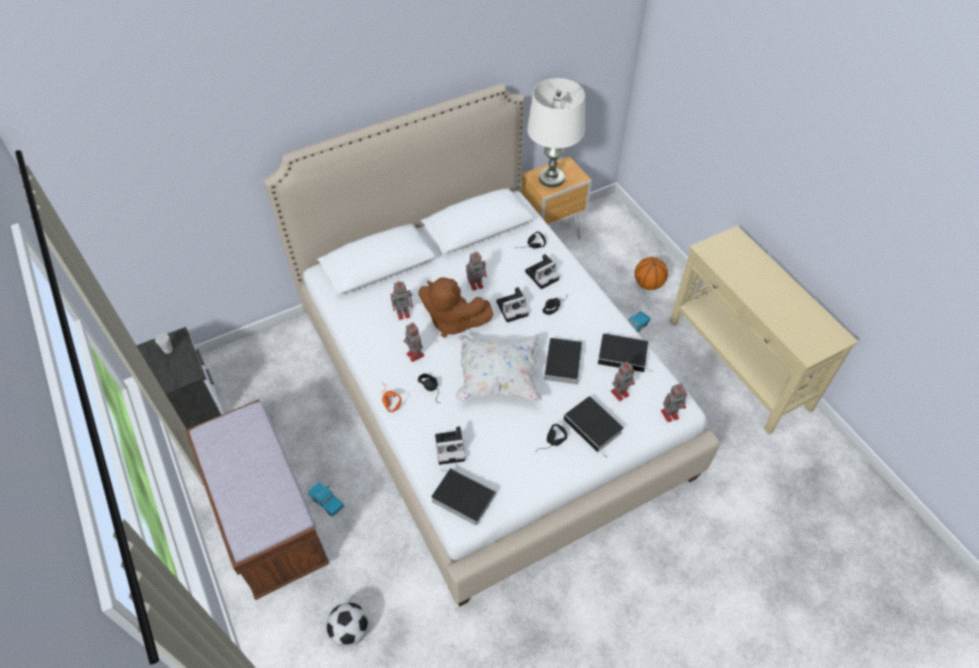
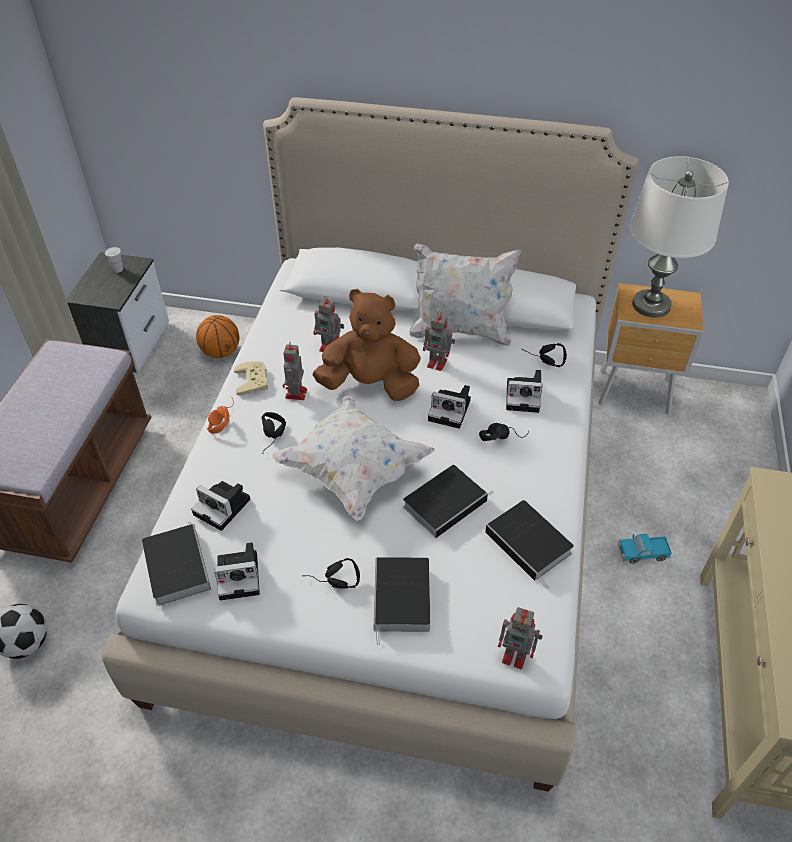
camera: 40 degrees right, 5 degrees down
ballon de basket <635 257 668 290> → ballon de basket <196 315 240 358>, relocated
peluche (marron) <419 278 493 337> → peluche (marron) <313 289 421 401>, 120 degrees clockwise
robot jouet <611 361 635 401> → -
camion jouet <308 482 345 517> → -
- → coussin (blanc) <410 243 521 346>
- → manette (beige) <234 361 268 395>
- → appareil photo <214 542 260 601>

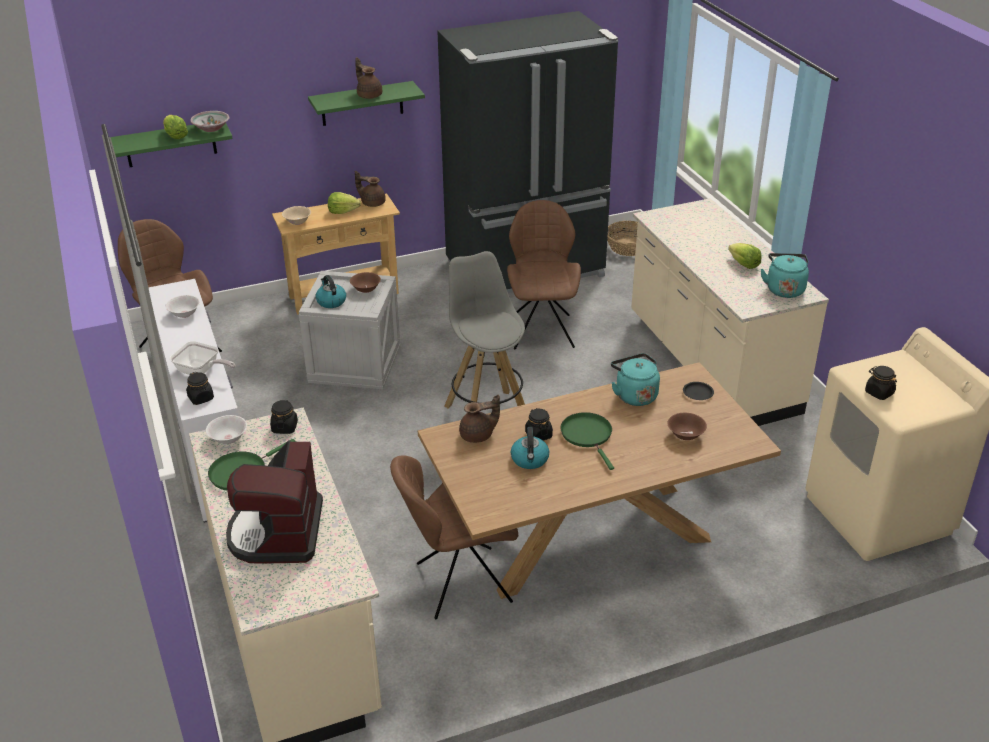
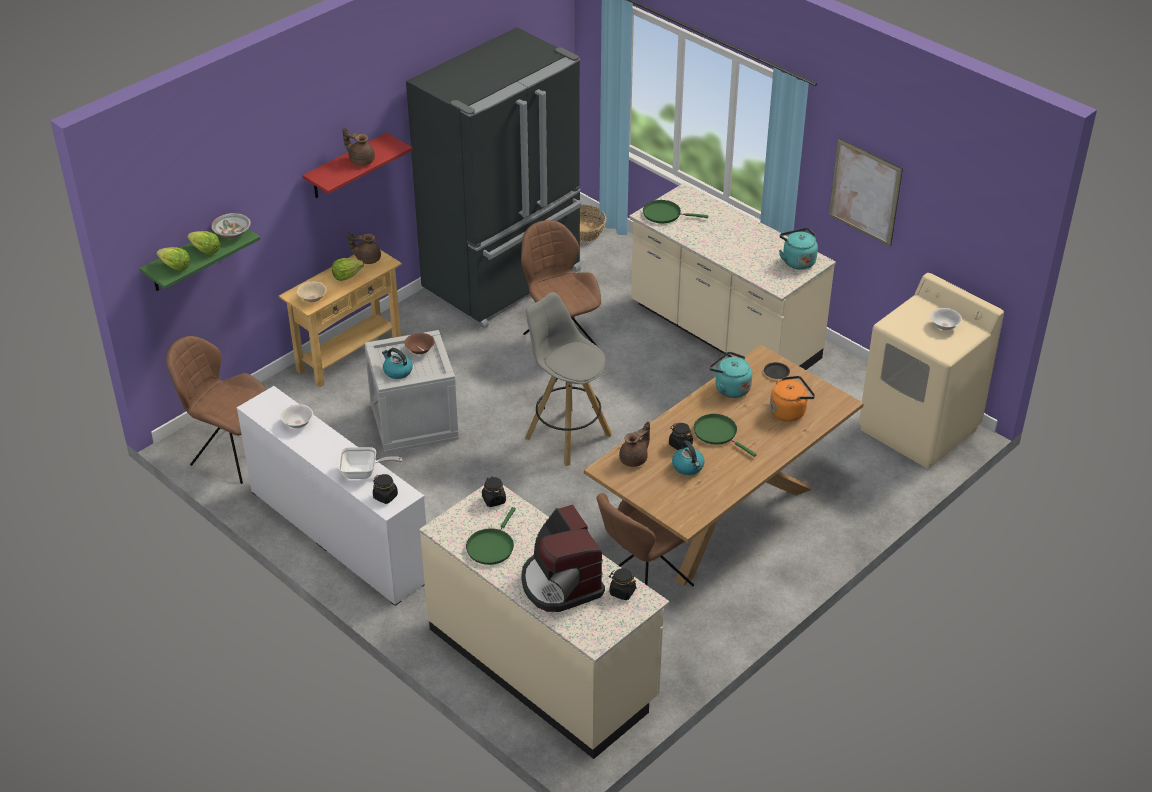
camera: 25 degrees left, 5 degrees up
étagère (vert) <308 81 425 126> → étagère (rouge) <302 133 413 198>
laitue <728 243 762 269> → laitue <156 247 191 271>, relocated
bocal (noir) <865 366 897 400> → bocal (noir) <609 568 636 600>, relocated
bol (marron) <668 413 707 440> → bouilloire (orange) <770 376 815 422>
bol (blanc) <206 415 247 444> → bol (blanc) <930 308 962 330>, relocated
- → tableau <829 138 903 246>
- → poêle (vert) <643 200 708 223>

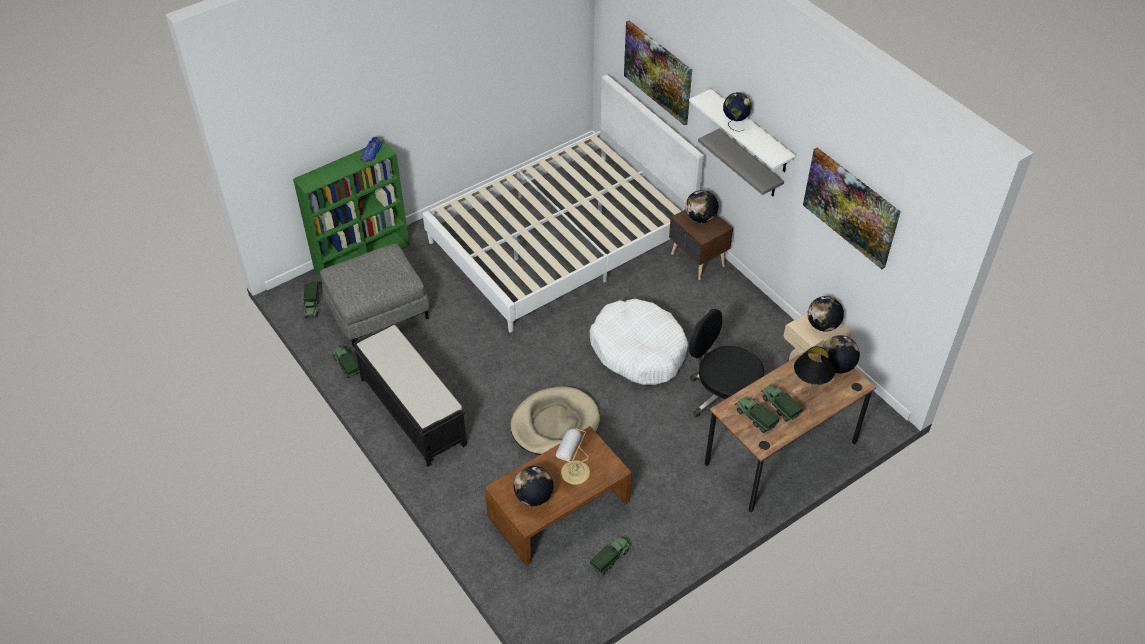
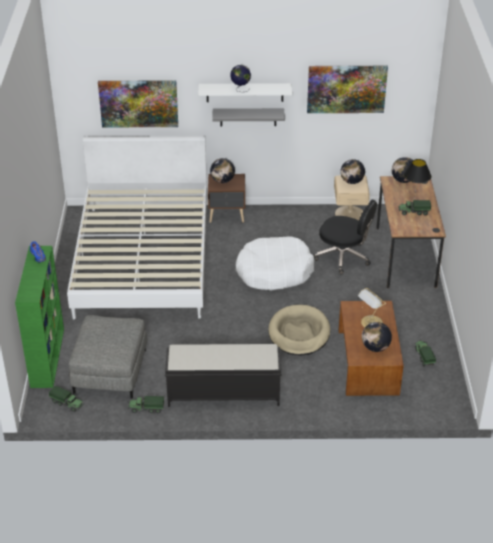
camera: 55 degrees left, 10 degrees down
chaise de bureau (noir) <689 309 764 417> → chaise de bureau (noir) <314 200 377 274>, 135 degrees counterclockwise
camion jouet <735 397 779 433> → -

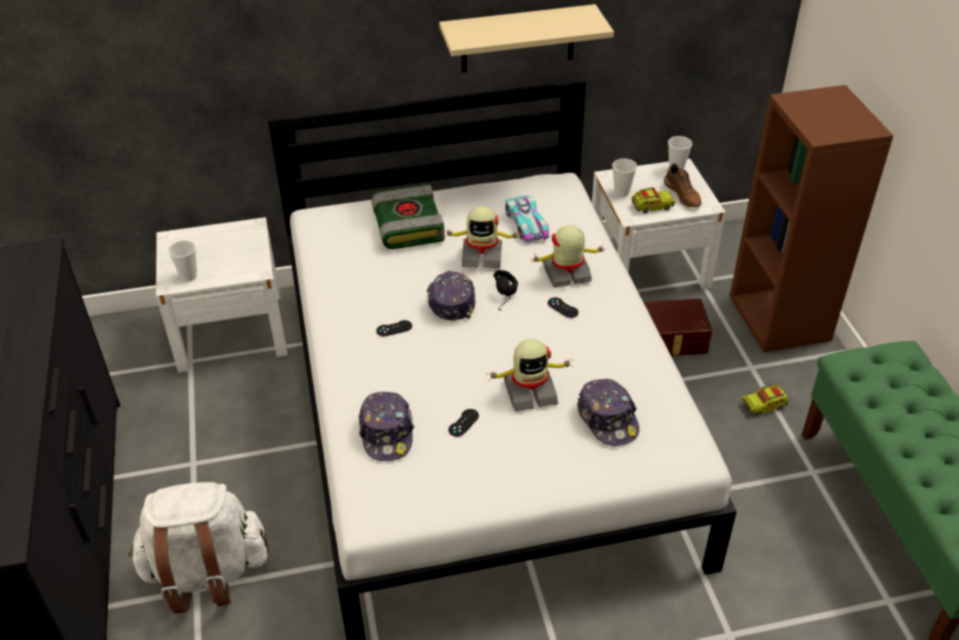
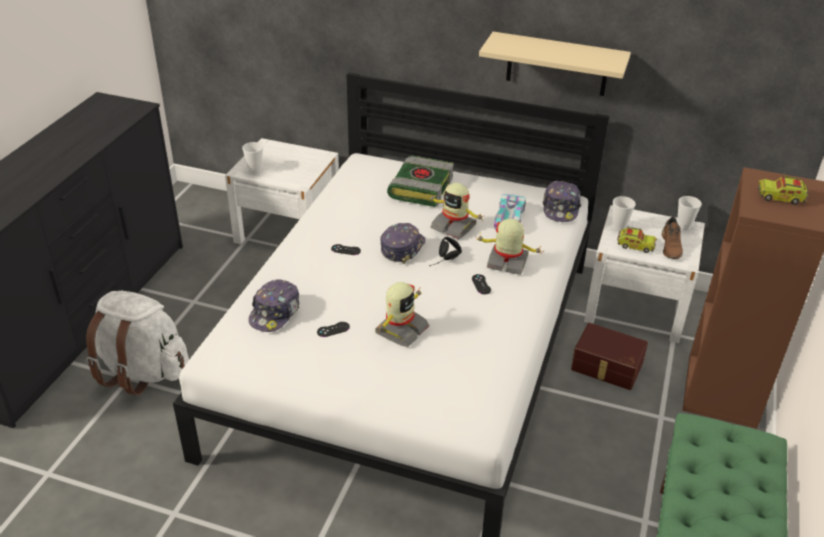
camera: 30 degrees right, 5 degrees down
robot jouet <489 339 573 411> → robot jouet <375 282 429 347>, 75 degrees counterclockwise
casquette <577 379 639 446> → casquette <543 181 581 222>, relocated
camion jouet <742 385 789 416> → camion jouet <758 175 809 205>, relocated

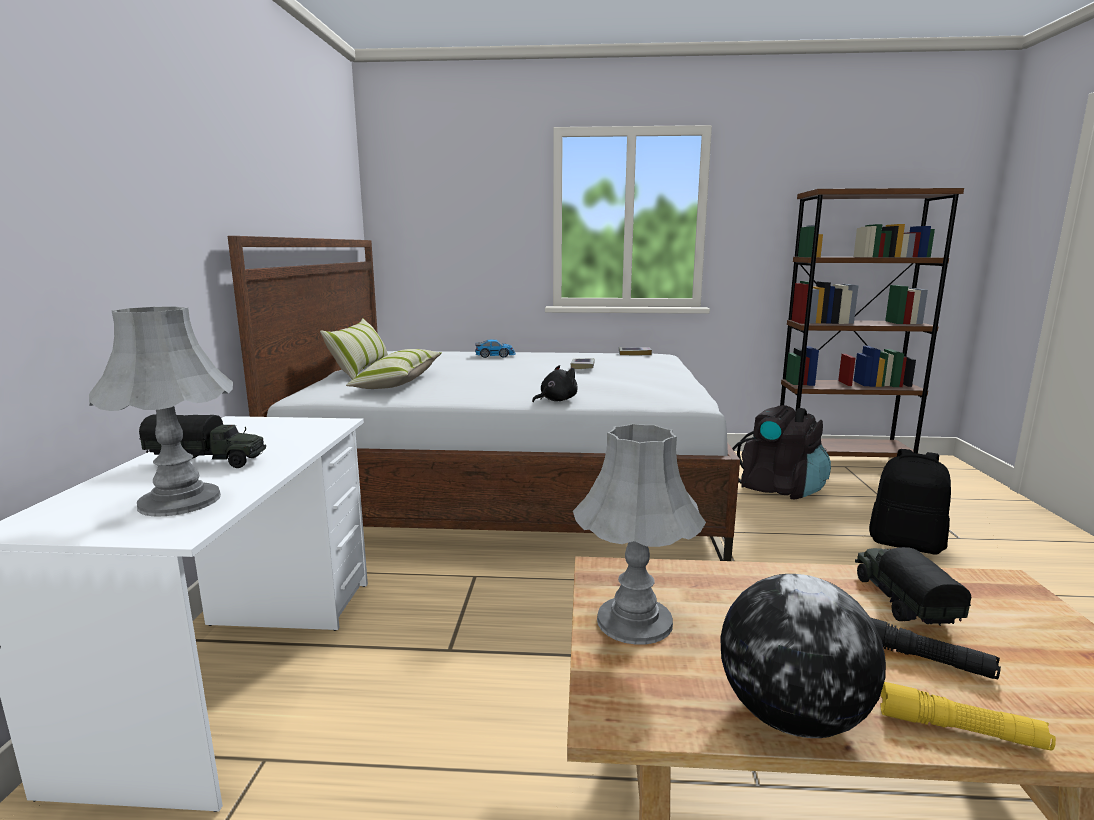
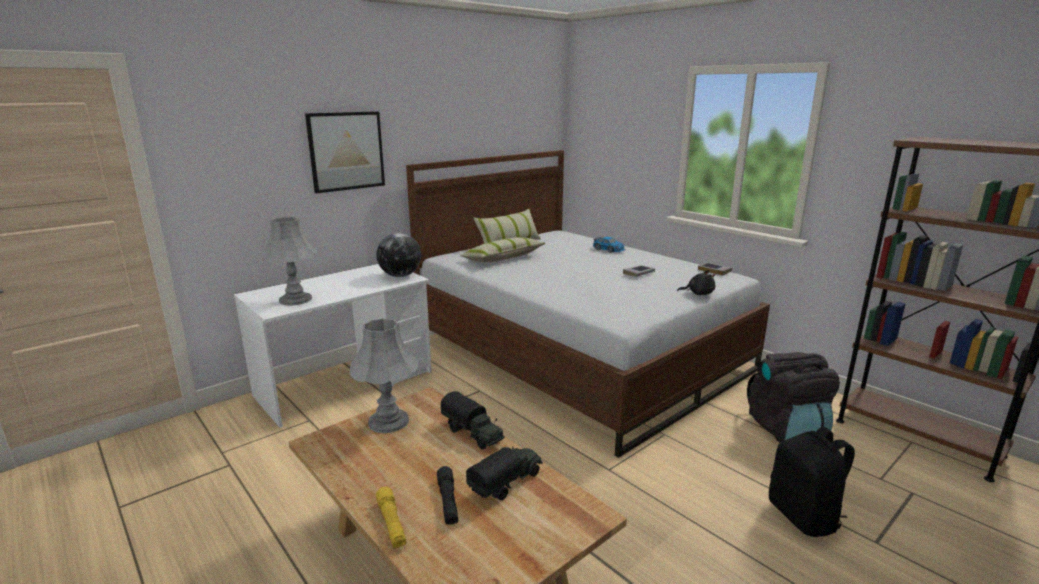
camera: 45 degrees right, 5 degrees up
peluche (noir) <532 365 578 402> → peluche (noir) <677 270 716 295>, relocated
camion jouet <139 414 266 468> → camion jouet <441 391 505 450>, relocated
globe <720 574 886 738> → globe <377 233 421 277>, relocated
- → tableau <305 111 385 193>

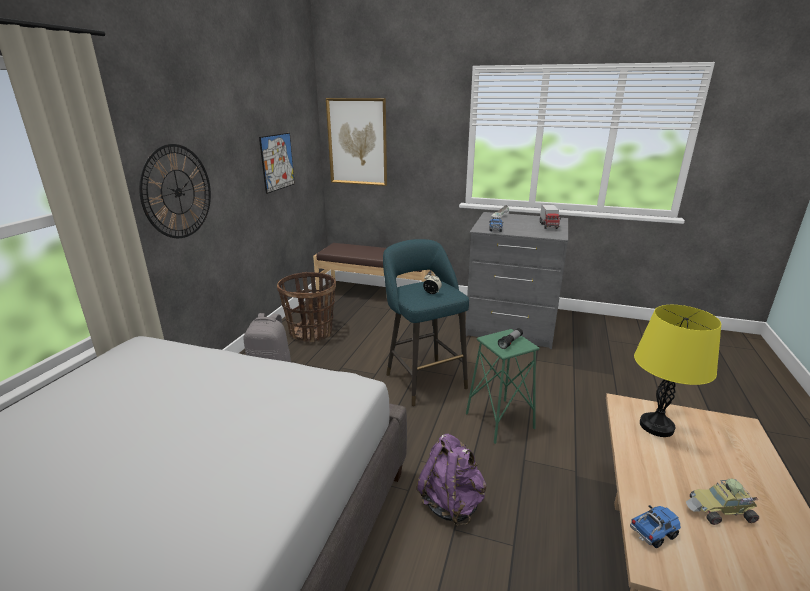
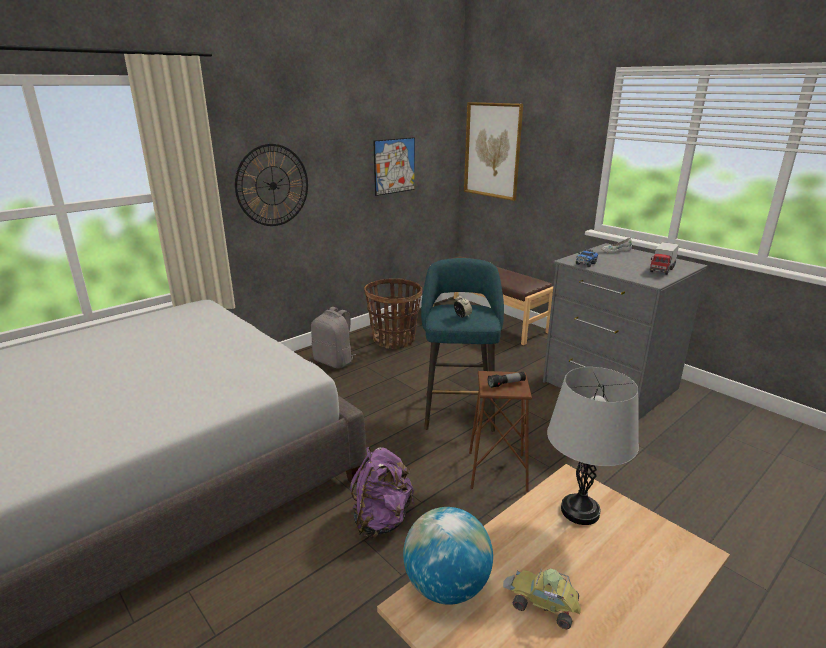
camera: 30 degrees right, 0 degrees up
lampe de table (jaune) <634 305 721 437> → lampe de table (gris) <547 367 639 525>
tabouret (vert) <466 329 539 444> → tabouret (marron) <469 371 532 492>
camion jouet <630 505 681 548> → globe <403 507 493 605>

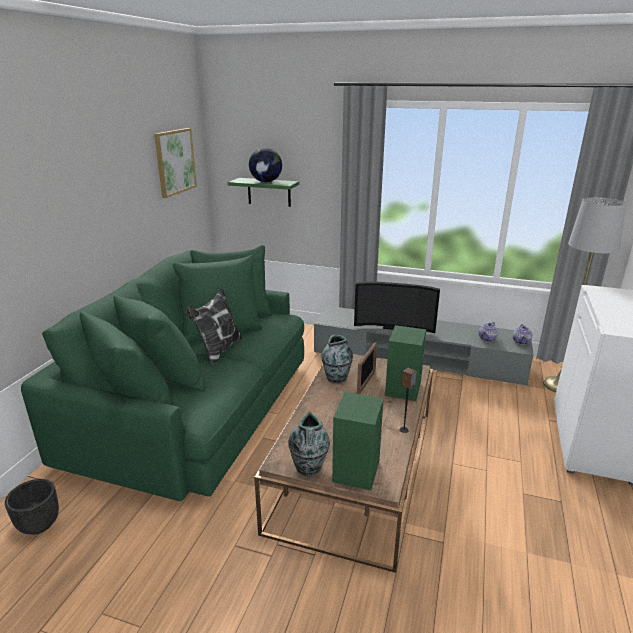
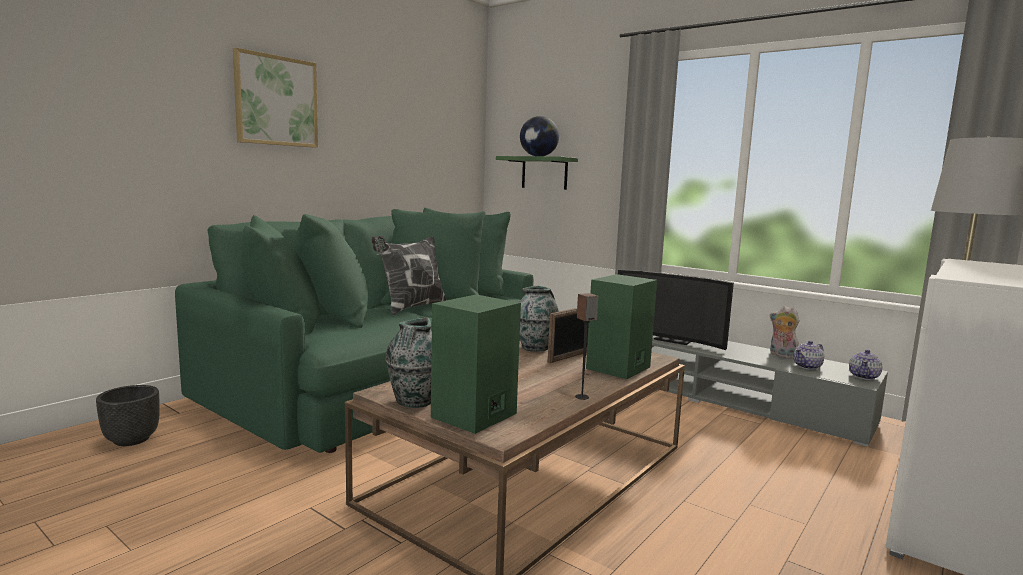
camera: 20 degrees right, 15 degrees down
tableau <154 128 197 198> → tableau <233 48 318 148>, relocated
- → peluche <770 306 800 359>

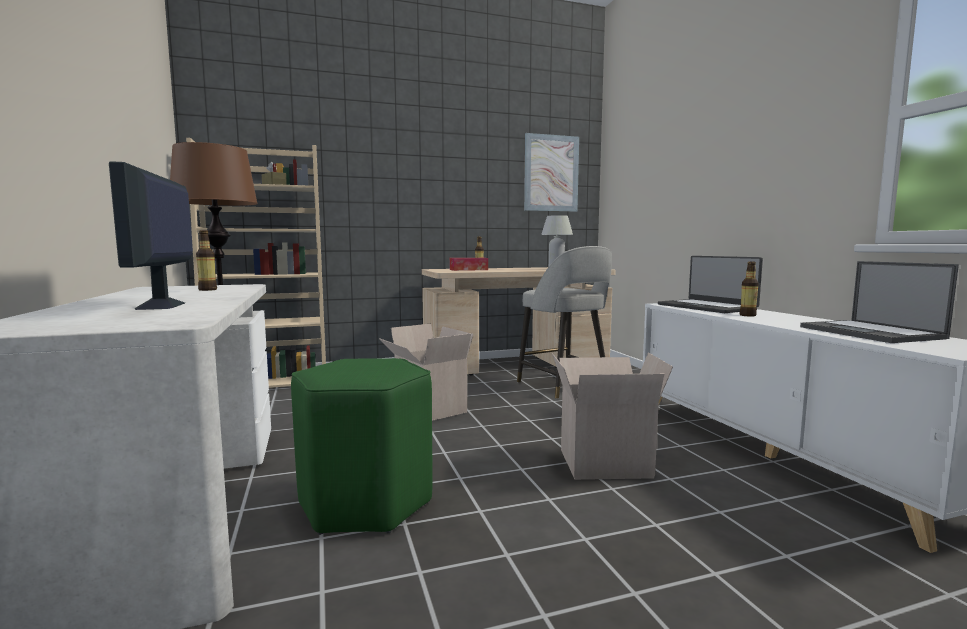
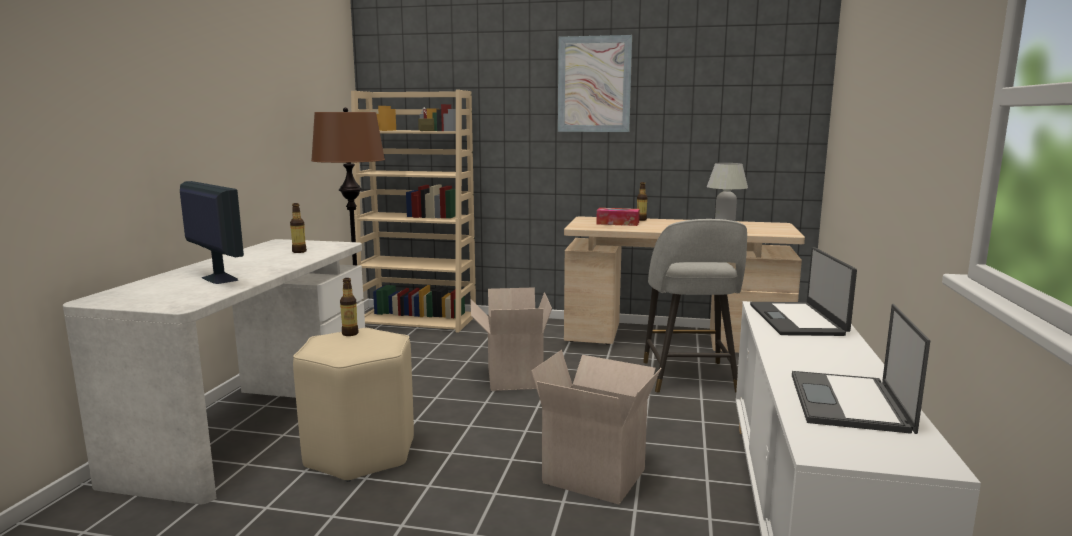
camera: 30 degrees right, 5 degrees up
tableau <524 133 579 212> → tableau <558 35 632 132>, relocated
écran d'ordinateur <109 161 193 310> → écran d'ordinateur <180 181 244 284>, 120 degrees clockwise
bouteille <740 262 759 317> → bouteille <340 278 359 336>, relocated
tabouret (vert) <291 358 433 535> → tabouret (beige) <293 328 414 482>

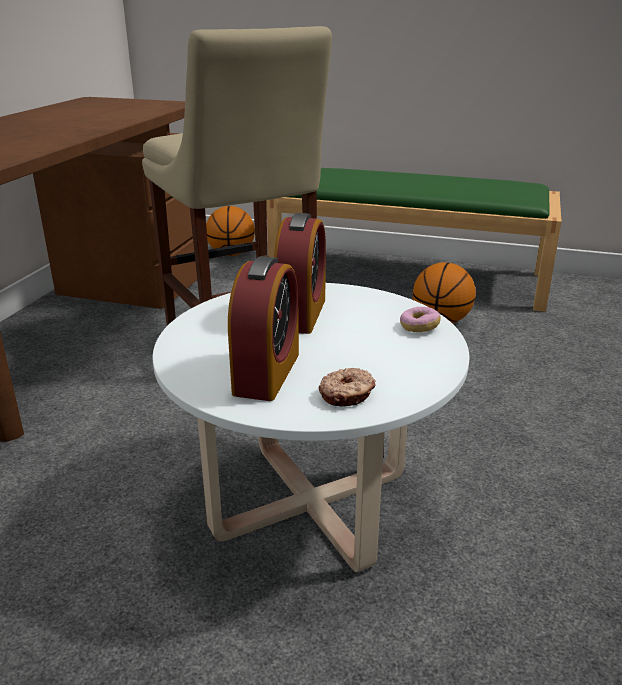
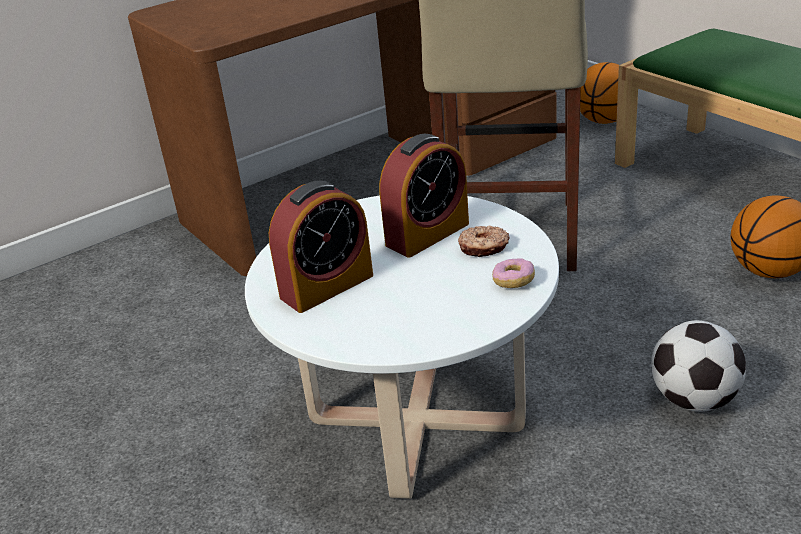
camera: 40 degrees right, 5 degrees up
beignet <319 368 376 407> → beignet <458 226 510 257>, relocated
- → ballon de foot <651 320 746 412>

